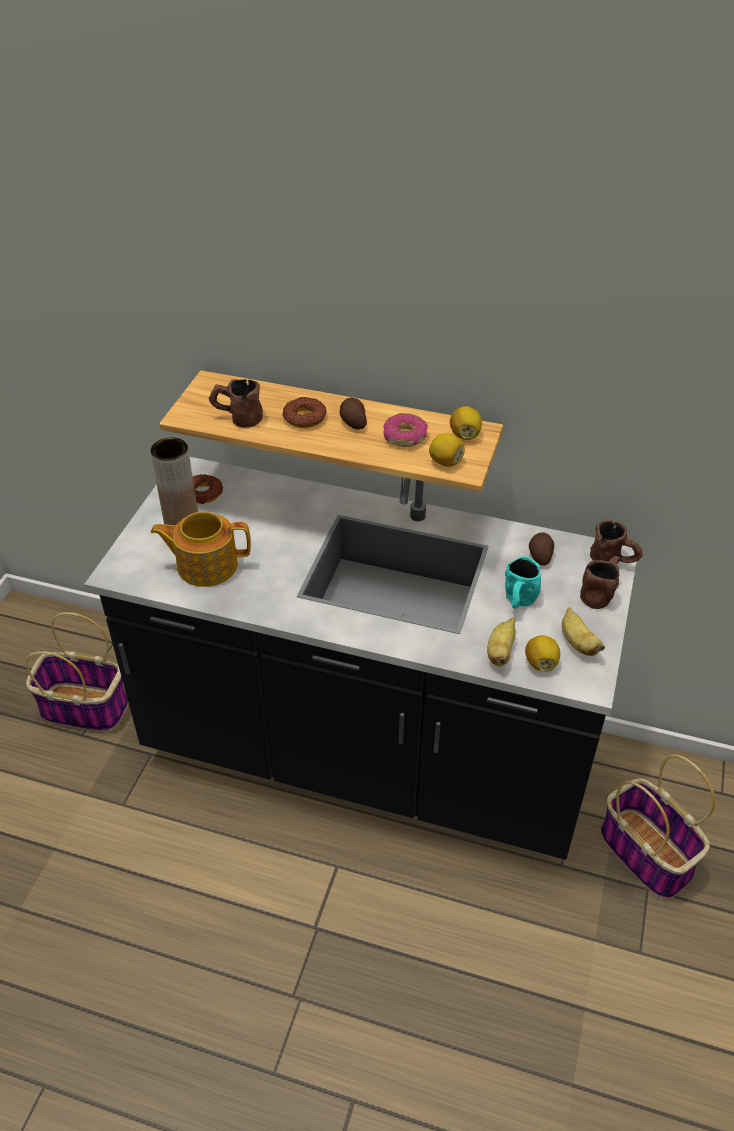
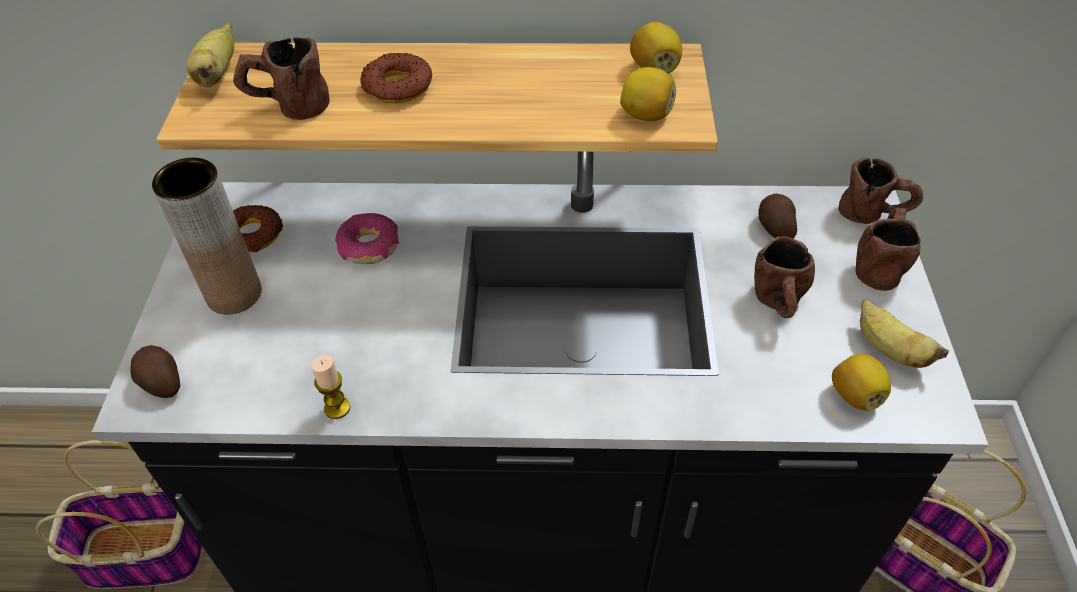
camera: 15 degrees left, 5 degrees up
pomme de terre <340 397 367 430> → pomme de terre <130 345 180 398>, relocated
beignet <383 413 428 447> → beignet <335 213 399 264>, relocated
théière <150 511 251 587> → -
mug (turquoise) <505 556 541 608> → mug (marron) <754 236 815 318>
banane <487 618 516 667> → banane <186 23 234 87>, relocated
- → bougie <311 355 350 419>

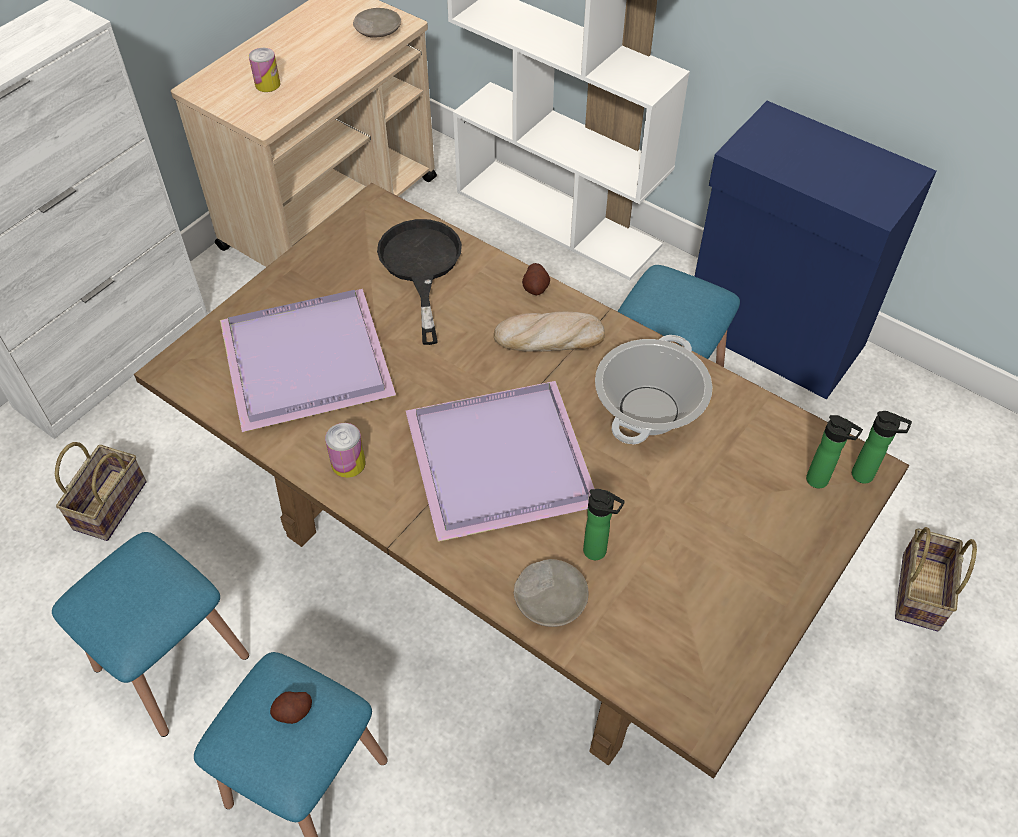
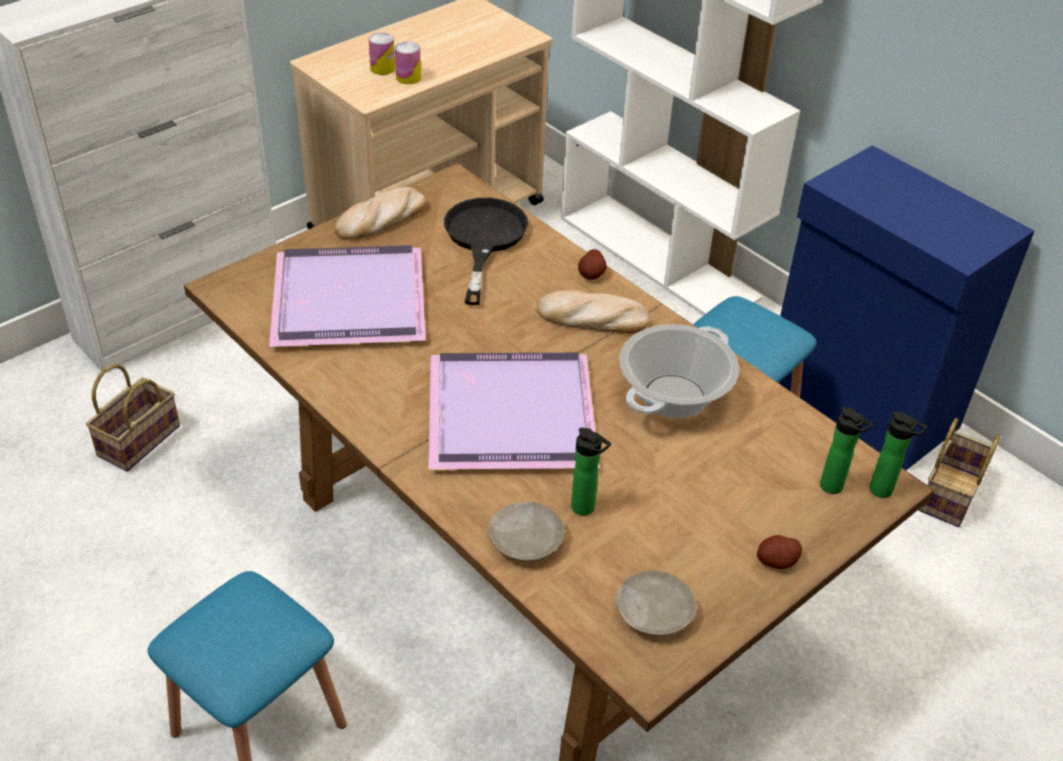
camera: 10 degrees right, 10 degrees down
assiette (beige) <353 8 401 38> → assiette (beige) <616 570 697 636>, relocated
boîte métallique <325 423 365 478> → boîte métallique <395 41 421 84>, relocated
panier <895 527 977 631> → panier <919 418 1000 527>, relocated
tabouret (bleu) <52 532 249 737> → -
pomme de terre <270 691 312 724> → pomme de terre <757 535 802 569>, relocated
- → pain <334 187 427 240>

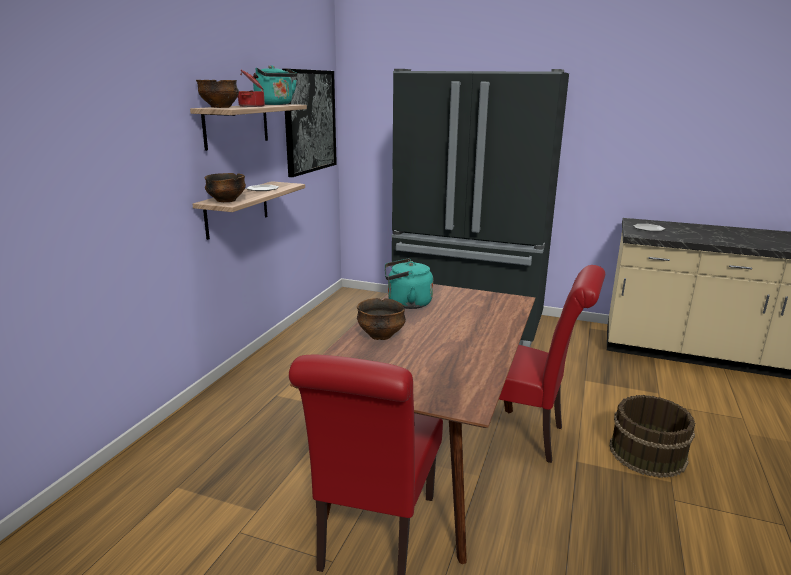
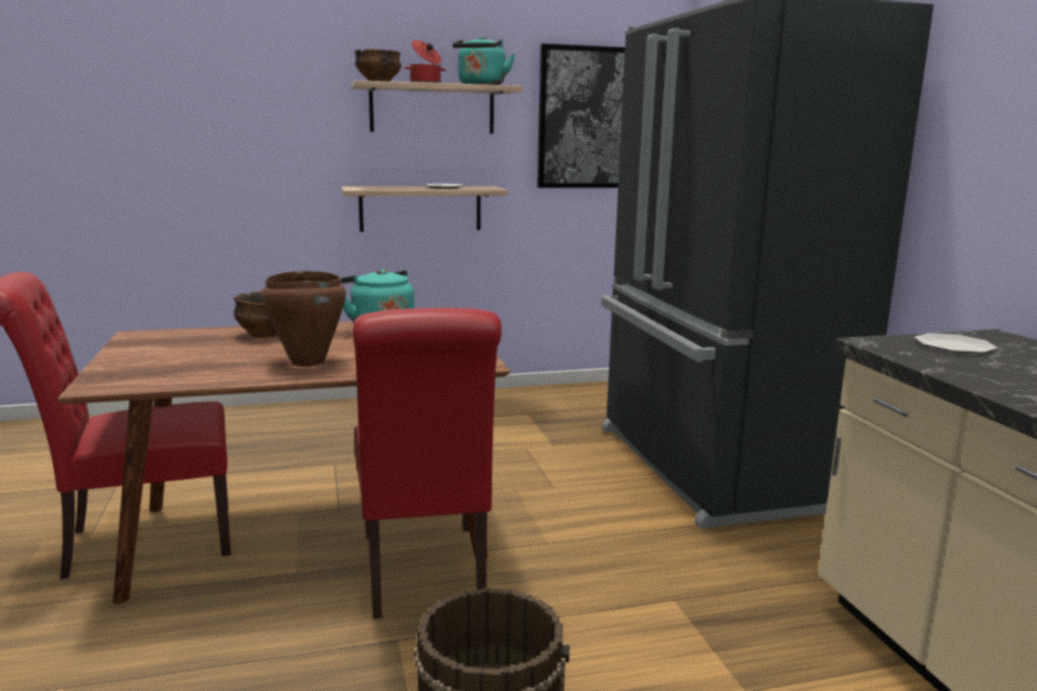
camera: 55 degrees right, 5 degrees down
bol <204 173 246 202> → -
- → marmite (marron) <262 271 346 367>

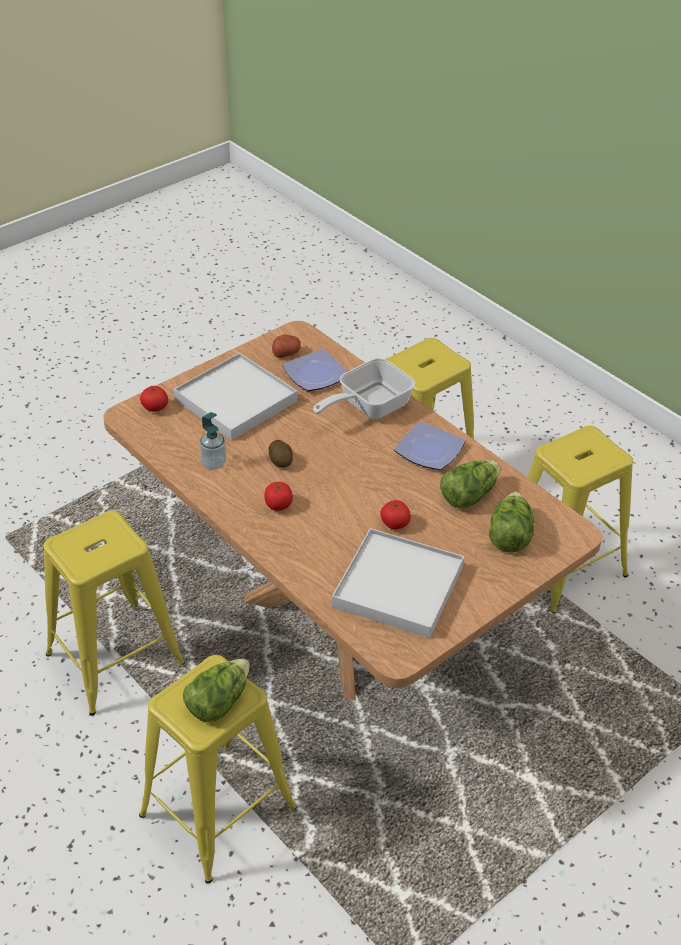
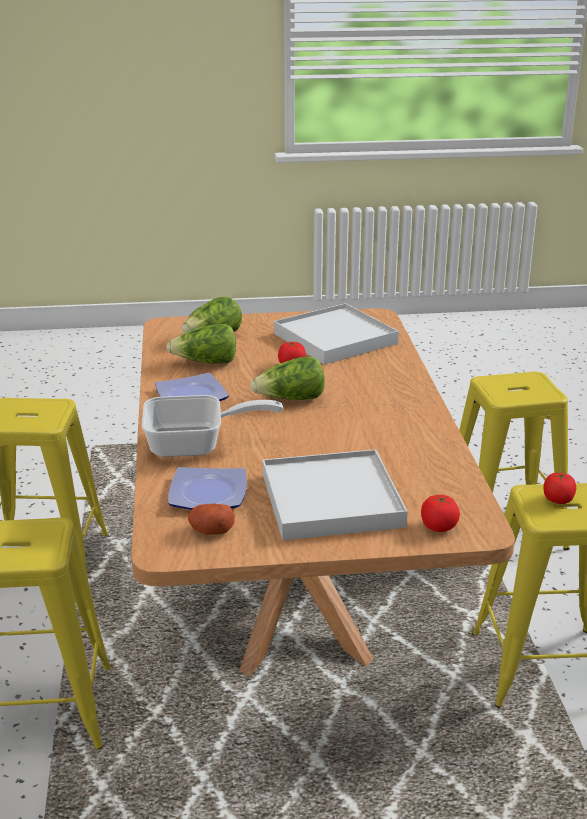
camera: 145 degrees left, 15 degrees down
distributeur de savon <200 412 226 470> → -
pomme de terre <268 440 293 467> → -
tomate <265 482 293 511> → tomate <543 472 576 504>, relocated
laitue <183 659 250 722> → laitue <250 356 325 400>, relocated

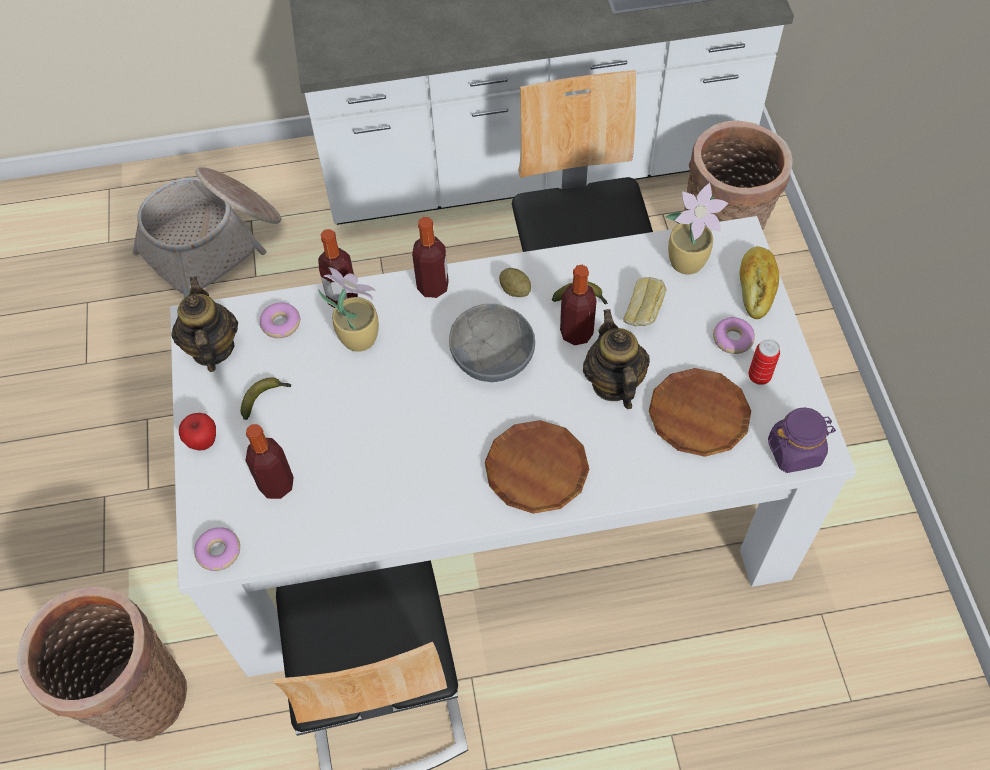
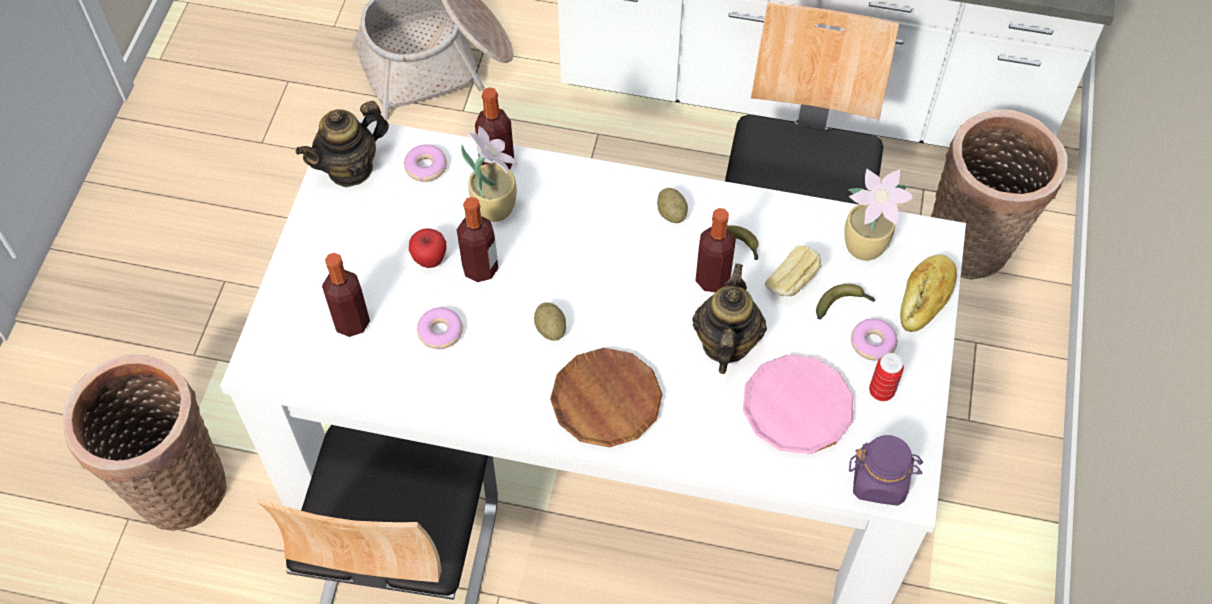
camera: 20 degrees right, 0 degrees up
bouteille <412 217 449 298> → bouteille <457 197 498 282>, relocated
théière <171 276 238 372> → théière <296 101 389 187>, 135 degrees counterclockwise
bol (gris) <449 304 535 382> → -
assiette (marron) <649 368 751 457> → assiette (rose) <743 355 853 454>
banane <241 378 291 420> → banane <816 284 875 320>, relocated
pomme <179 413 216 450> → pomme <409 228 447 268>, relocated
beignet <194 527 240 571> → beignet <417 307 463 349>, relocated
- → pomme de terre <534 302 566 341>

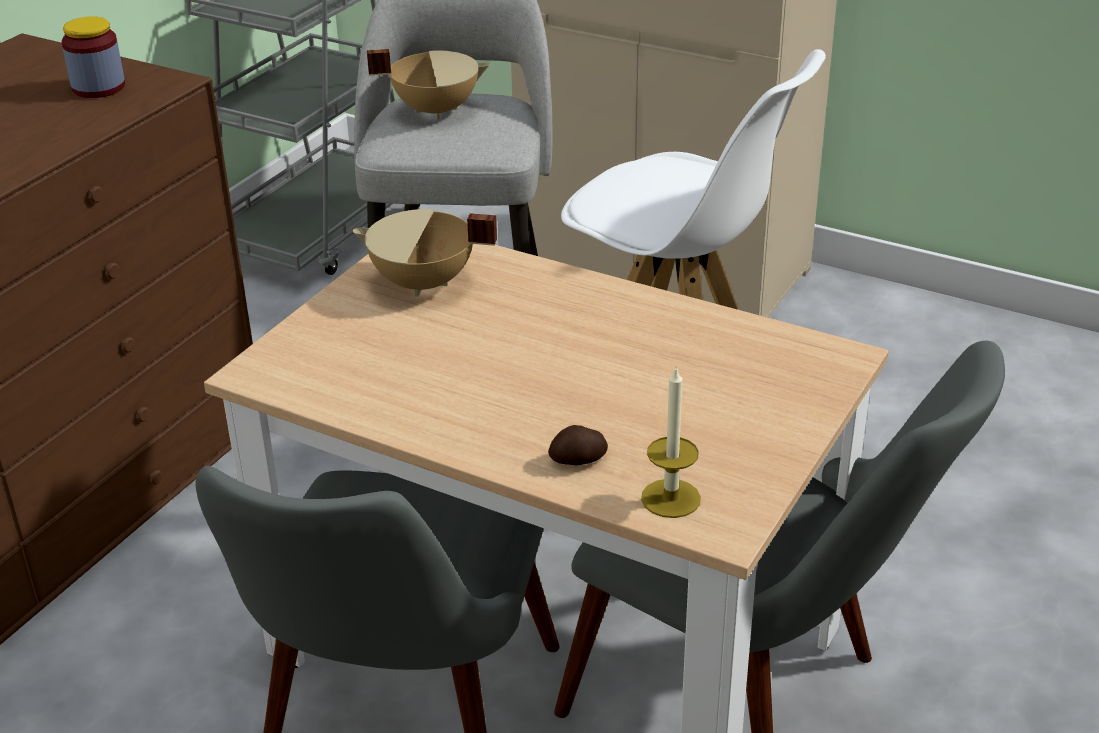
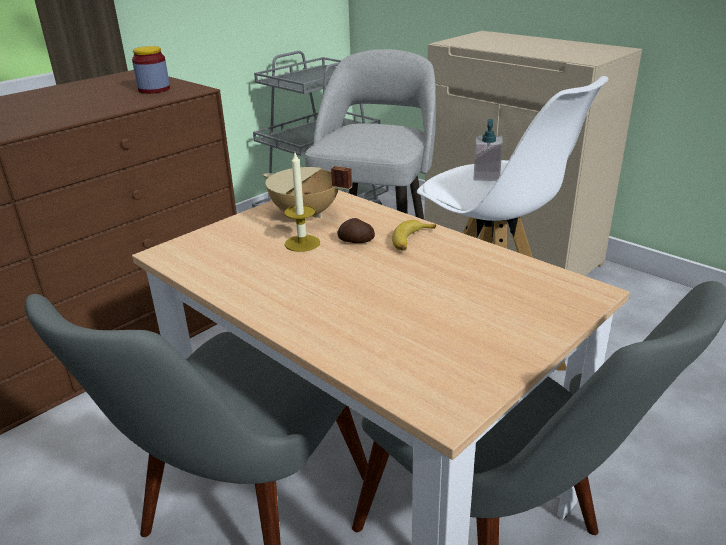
camera: 15 degrees right, 5 degrees down
marmite (beige) <367 49 490 119> → -
bougie <641 366 701 518> → bougie <284 153 320 252>, relocated
pomme de terre <548 425 608 465> → pomme de terre <337 218 375 243>, relocated
- → distributeur de savon <473 119 503 181>
- → banane <392 220 436 251>

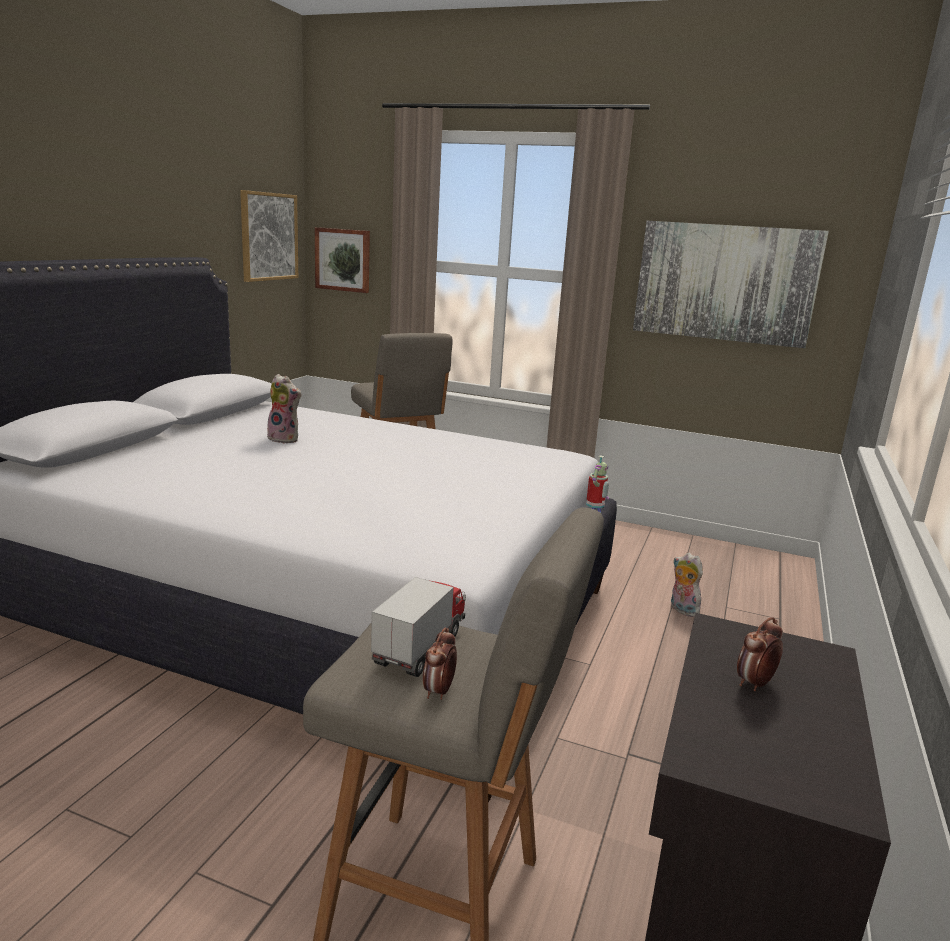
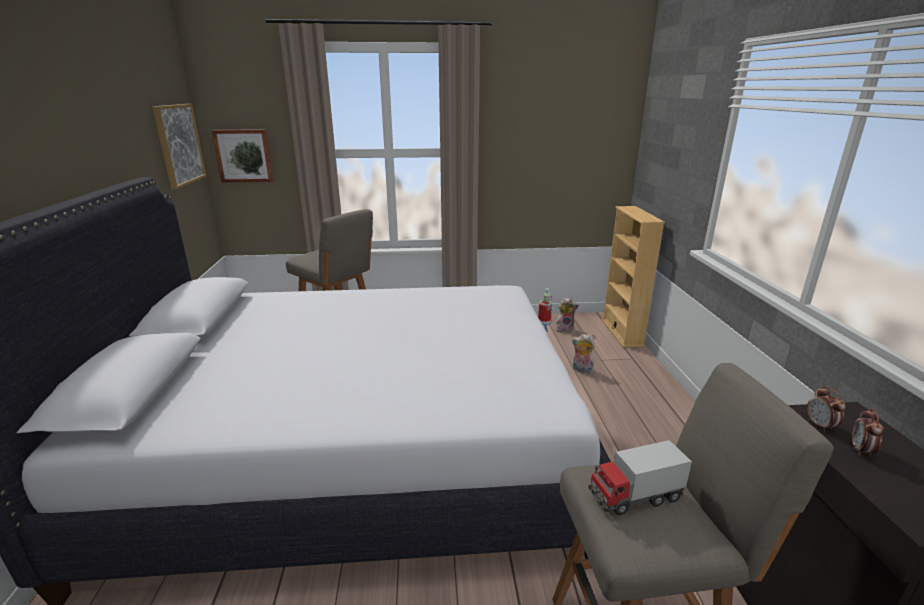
camera: 25 degrees left, 5 degrees up
tableau <633 221 829 348> → -
peluche <266 374 301 444> → peluche <556 298 579 333>, relocated
camion jouet <371 577 466 677> → camion jouet <588 440 692 515>, 105 degrees counterclockwise
réveil <423 628 457 700> → réveil <807 386 846 432>, relocated
- → bibliothèque (beige) <602 206 665 348>

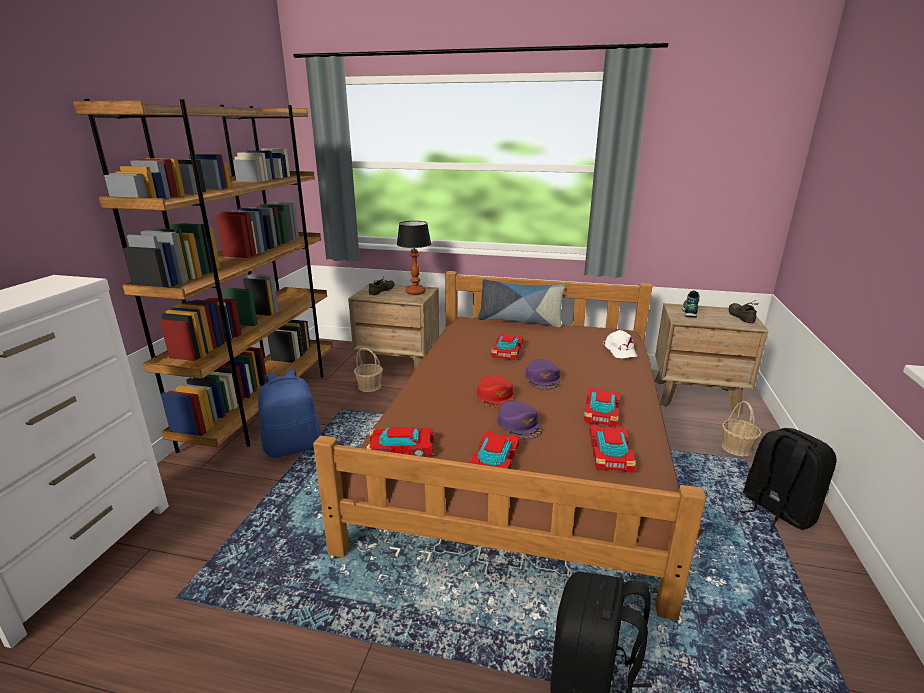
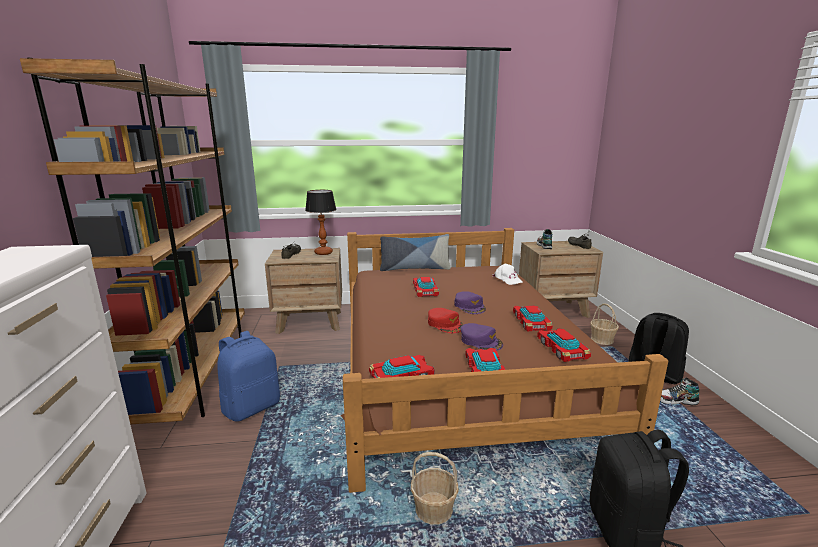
camera: 20 degrees left, 5 degrees down
panier <354 348 383 392> → panier <411 452 459 525>, relocated
- → chaussure <660 377 699 405>

